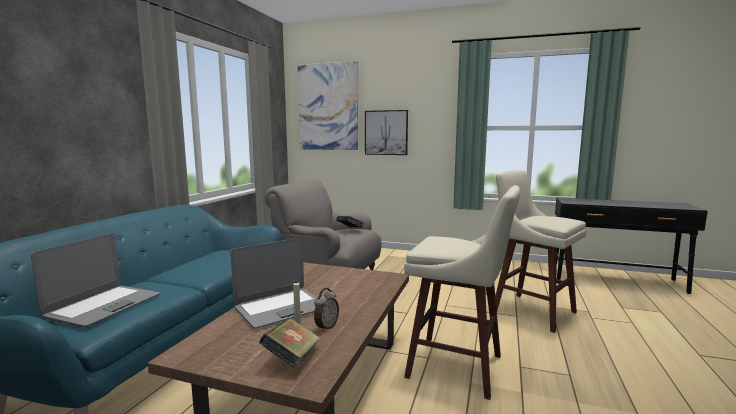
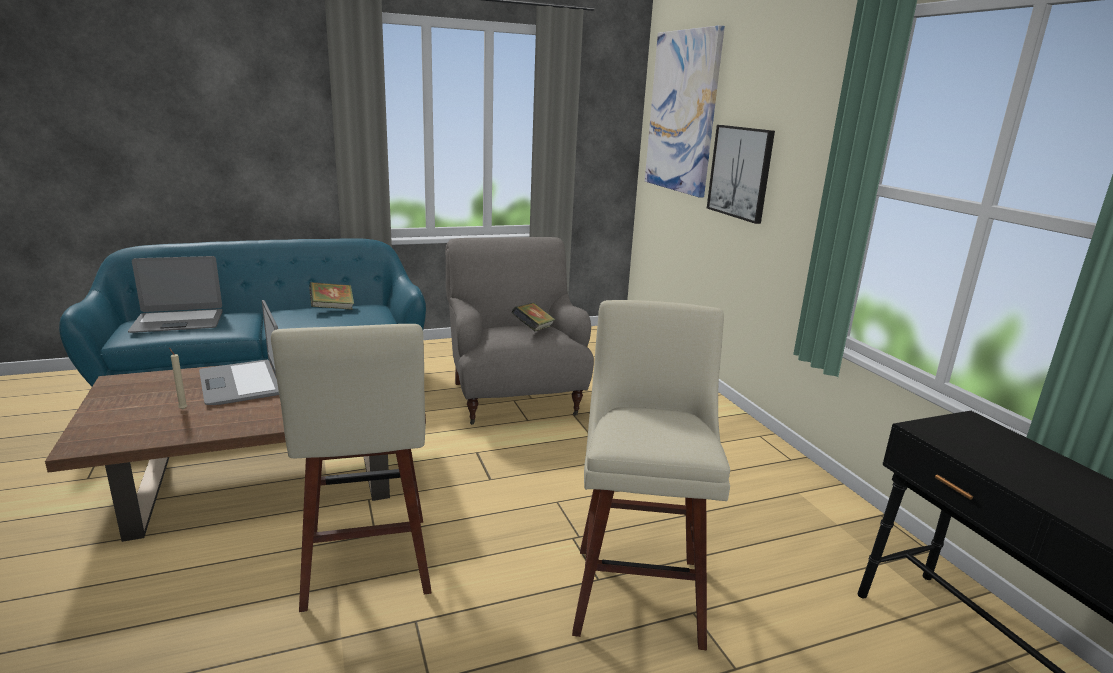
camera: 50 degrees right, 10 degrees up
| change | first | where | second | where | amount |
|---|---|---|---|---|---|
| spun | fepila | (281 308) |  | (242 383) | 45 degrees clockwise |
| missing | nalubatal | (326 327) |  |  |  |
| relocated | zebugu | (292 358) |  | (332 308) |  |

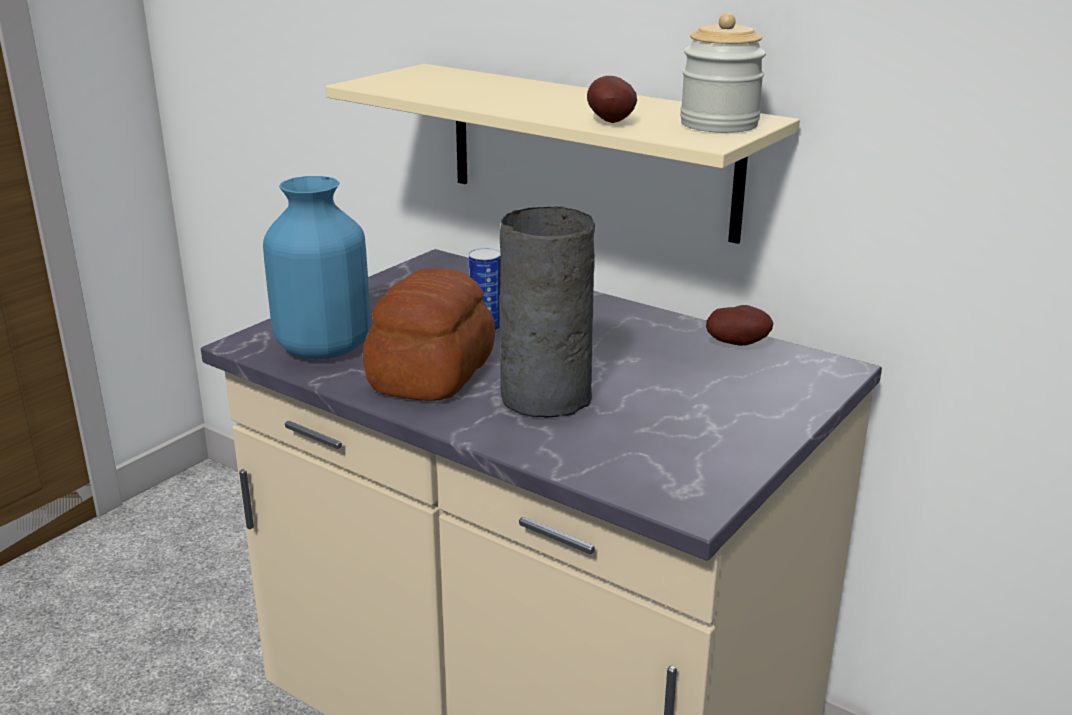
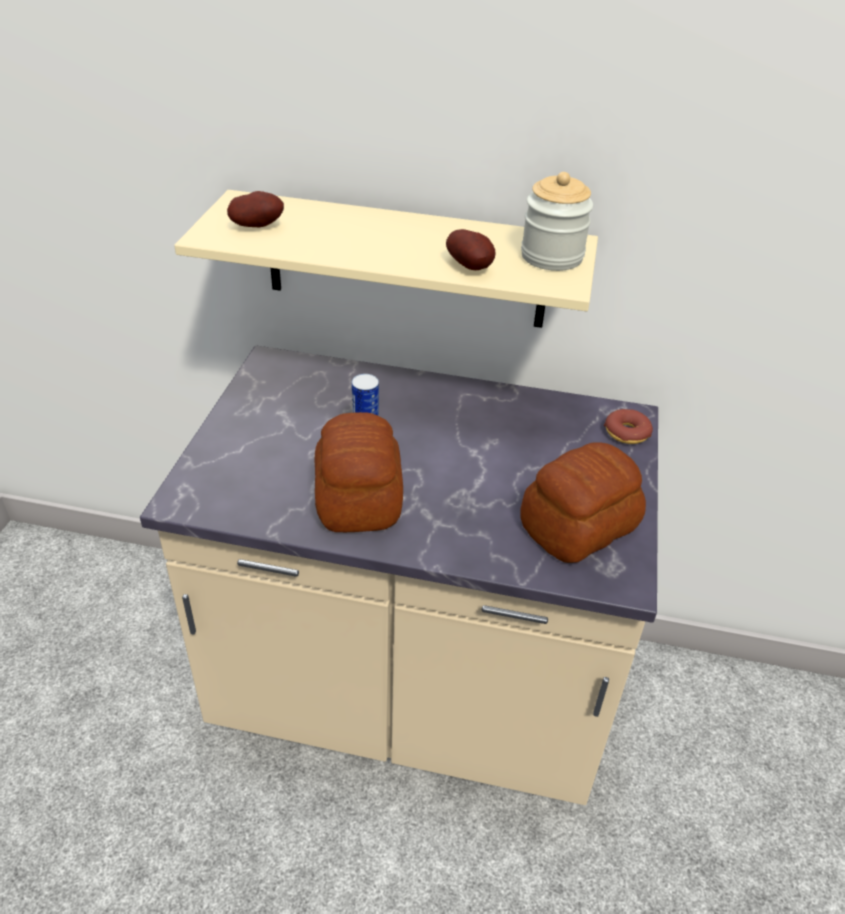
camera: 25 degrees left, 15 degrees up
| change | first | where | second | where | amount |
|---|---|---|---|---|---|
| missing | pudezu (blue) | (324 349) |  |  |  |
| missing | pudezu (grey) | (544 396) |  |  |  |
| relocated | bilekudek | (738 344) |  | (258 226) |  |
| appeared |  |  | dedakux | (626 433) |  |
| appeared |  |  | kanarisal | (581 527) |  |

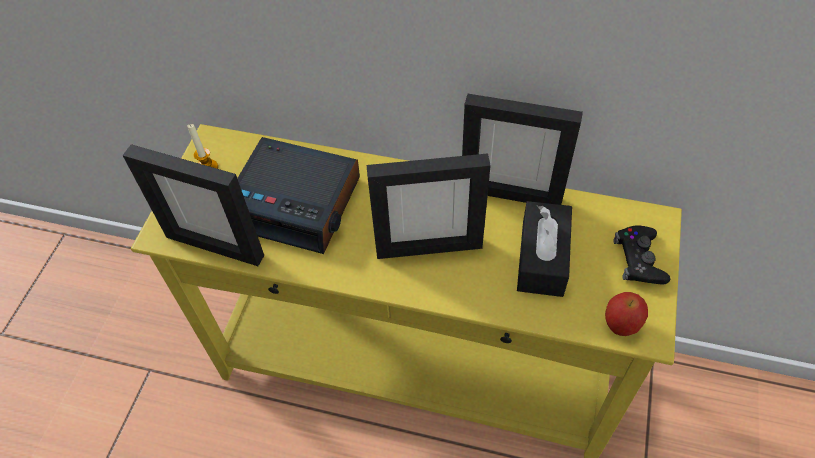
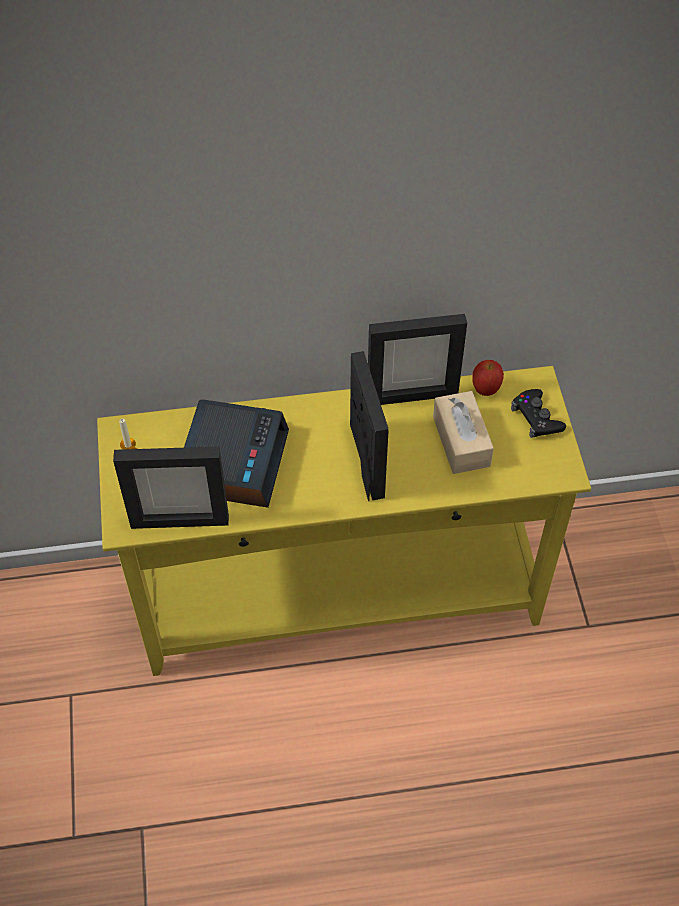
camera: 25 degrees left, 0 degrees up
| change | first | where | second | where | amount |
|---|---|---|---|---|---|
| spun | nalubatal | (297 202) |  | (232 461) | 75 degrees counterclockwise |
| spun | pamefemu | (428 246) |  | (364 461) | 75 degrees counterclockwise |
| colour | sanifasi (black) | (542 258) | sanifasi (beige) | (461 441) |  |
| relocated | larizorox | (620 326) |  | (485 390) |  |

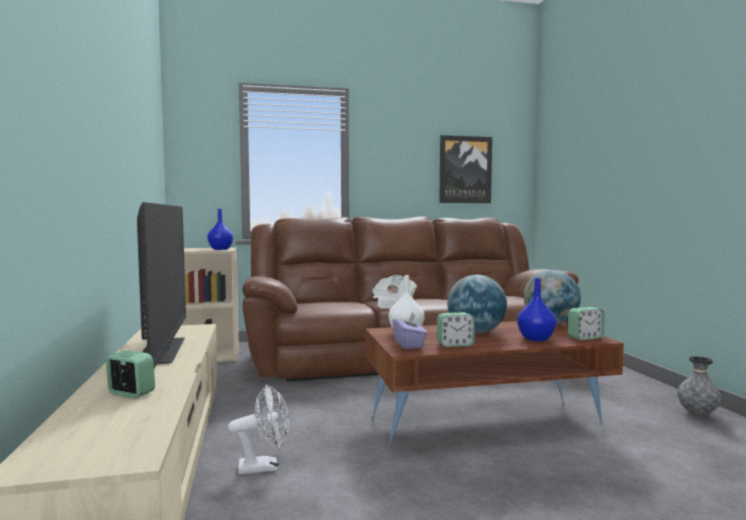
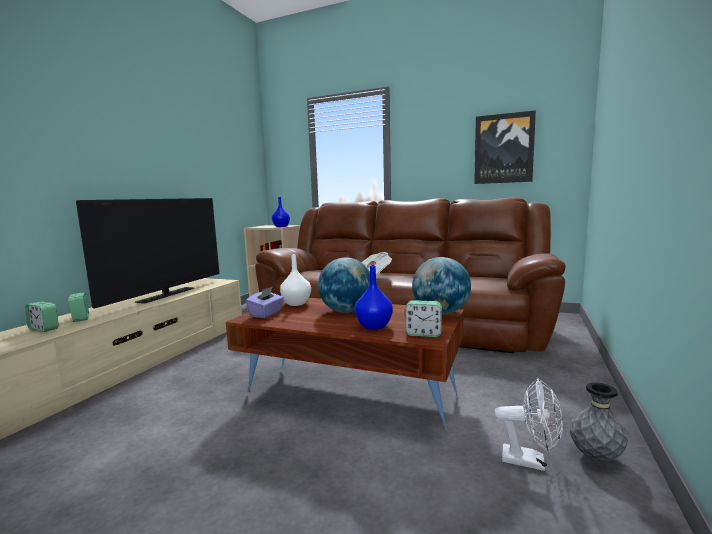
camera: 35 degrees right, 5 degrees up
| change | first | where | second | where | amount |
|---|---|---|---|---|---|
| relocated | nalubatal | (455 344) |  | (44 329) |  |
| relocated | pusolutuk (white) | (265 467) |  | (530 461) |  |

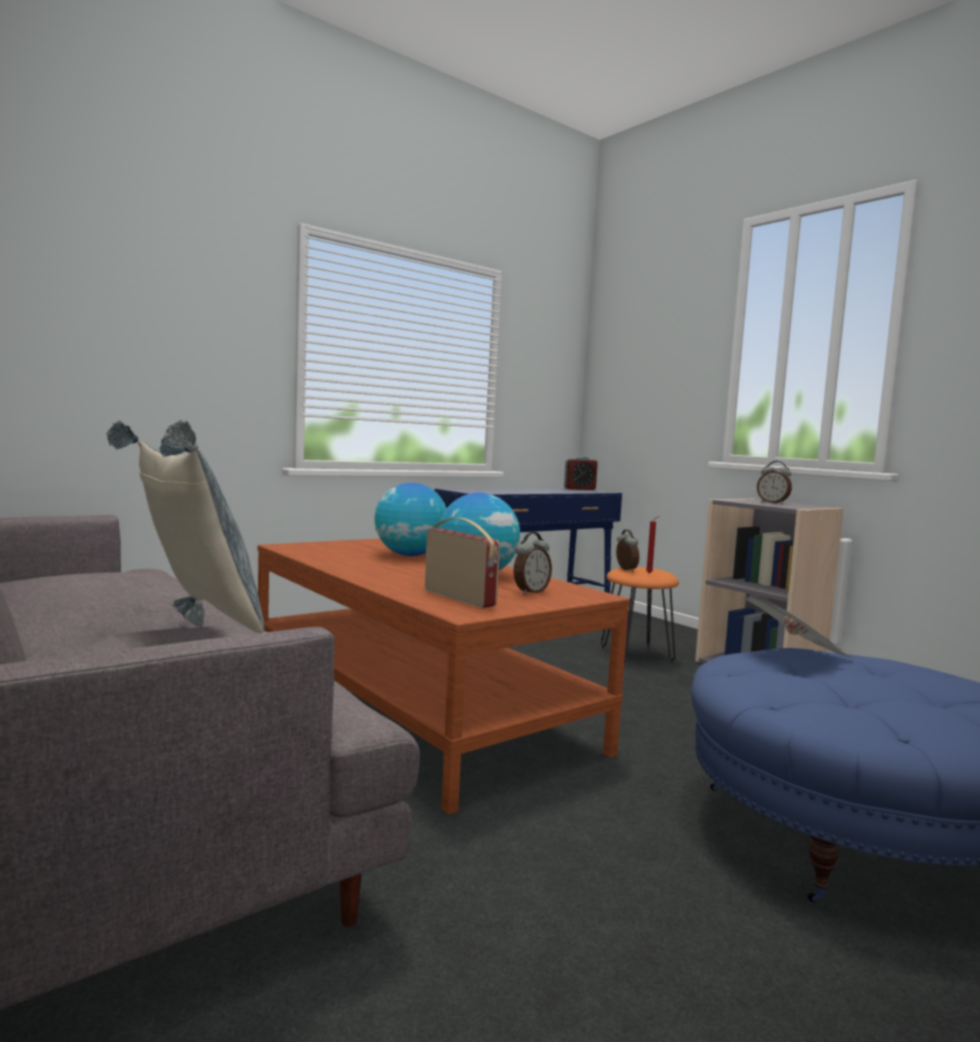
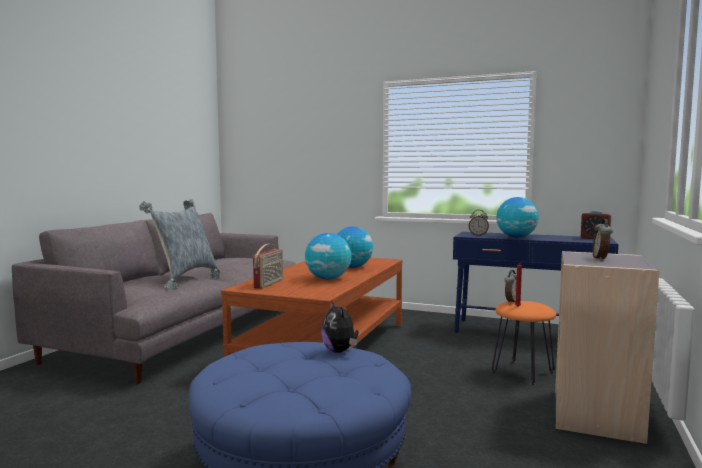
camera: 60 degrees right, 0 degrees up
| change | first | where | second | where | amount |
|---|---|---|---|---|---|
| relocated | nalubatal | (530 592) |  | (478 235) |  |
| exchanged | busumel | (795 654) | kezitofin | (340 351) |  |
| appeared |  |  | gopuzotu | (516 237) |  |

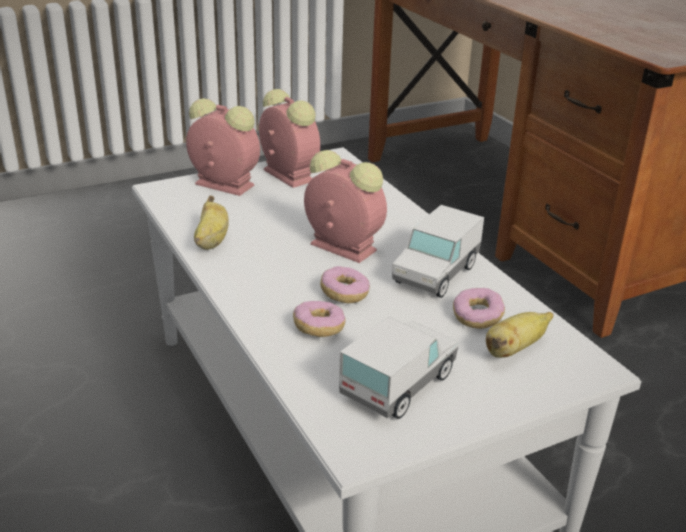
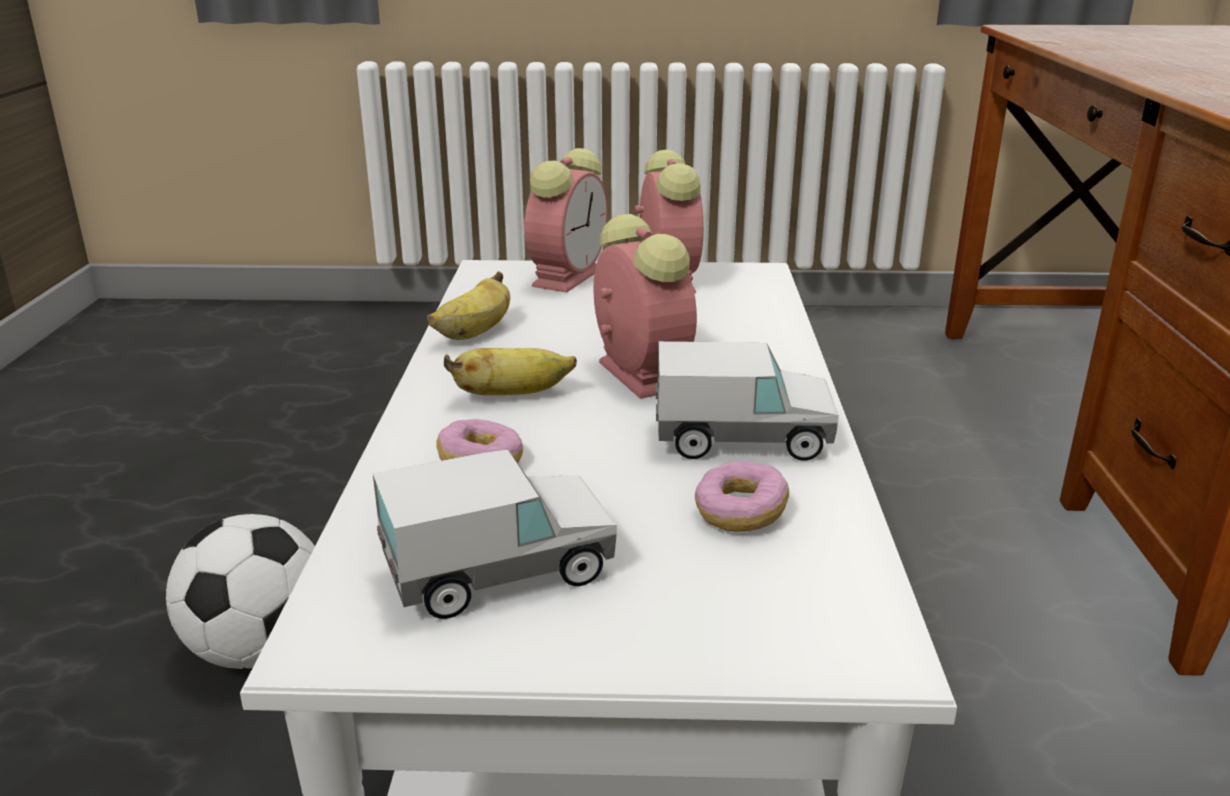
camera: 30 degrees right, 5 degrees down
| change | first | where | second | where | amount |
|---|---|---|---|---|---|
| spun | nalubatal | (222 184) |  | (568 276) | 60 degrees clockwise |
| spun | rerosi | (436 274) |  | (741 439) | 150 degrees counterclockwise |
| missing | dedakux | (344 294) |  |  |  |
| relocated | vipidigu | (514 349) |  | (512 395) |  |
| appeared |  |  | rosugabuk | (259 649) |  |

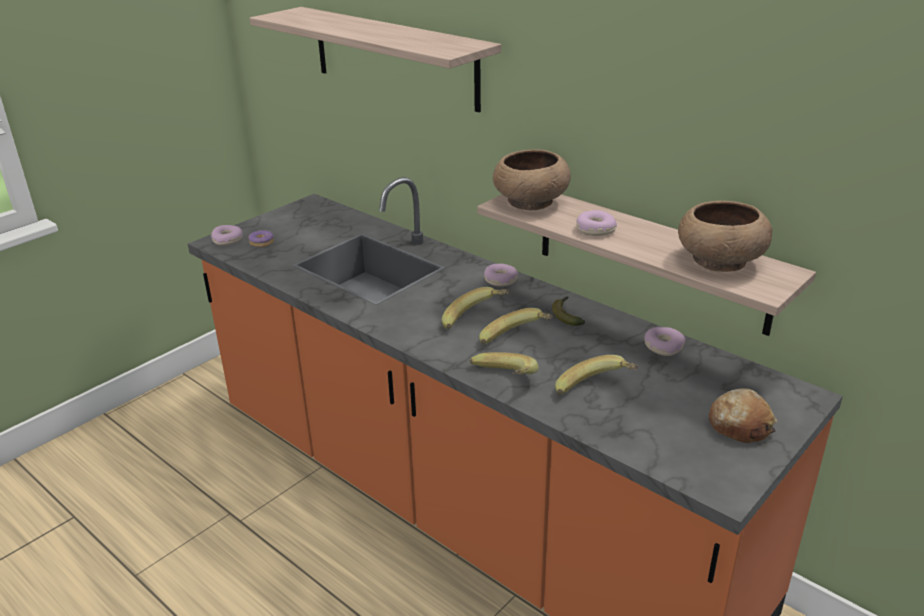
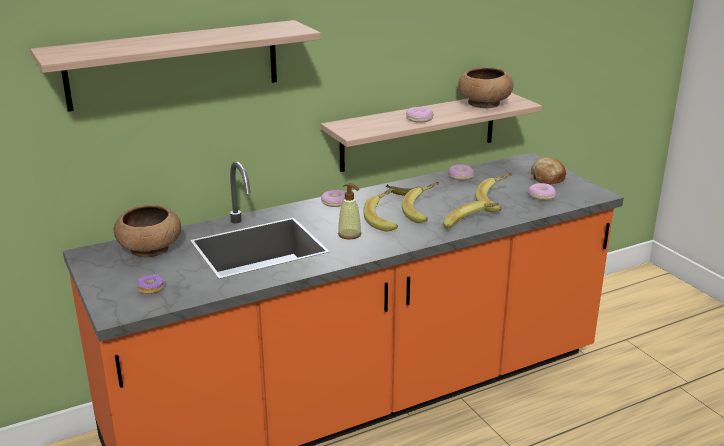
camera: 70 degrees left, 5 degrees down
| change | first | where | second | where | amount |
|---|---|---|---|---|---|
| relocated | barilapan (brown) | (530 202) |  | (150 249) |  |
| relocated | dedakux | (227 240) |  | (541 196) |  |
| appeared |  |  | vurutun | (349 234) |  |

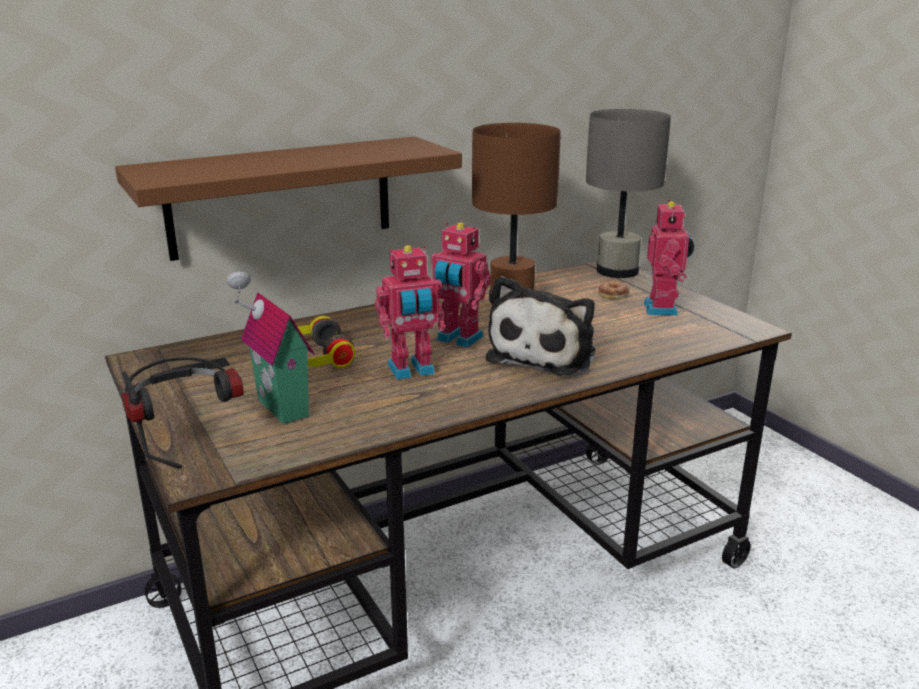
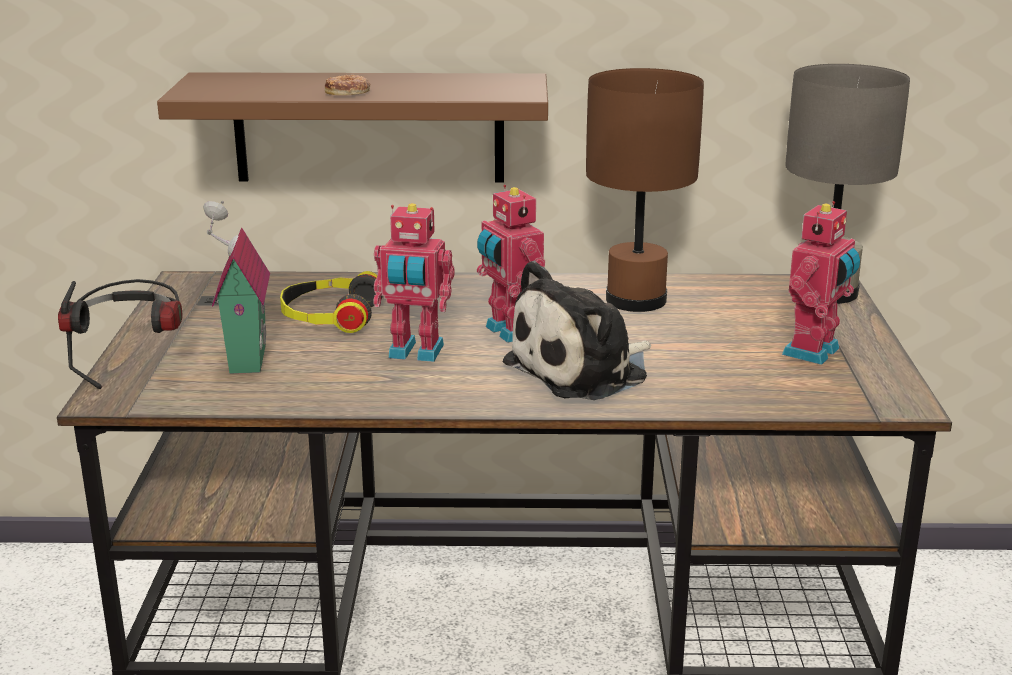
camera: 30 degrees right, 0 degrees up
| change | first | where | second | where | amount |
|---|---|---|---|---|---|
| relocated | dedakux | (613 294) |  | (348 92) |  |

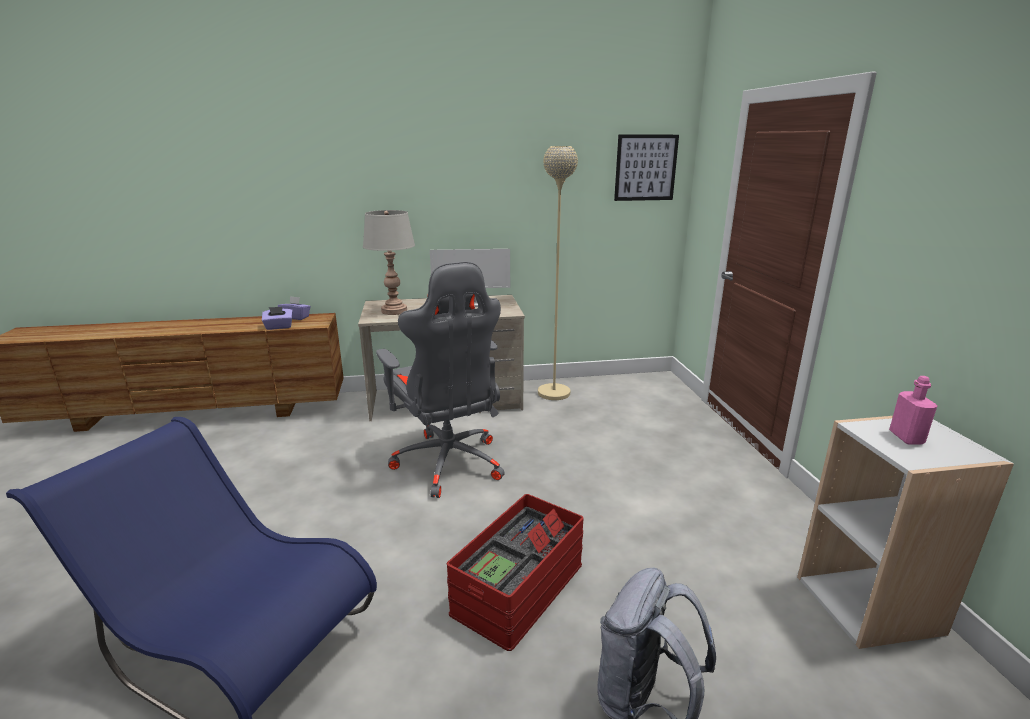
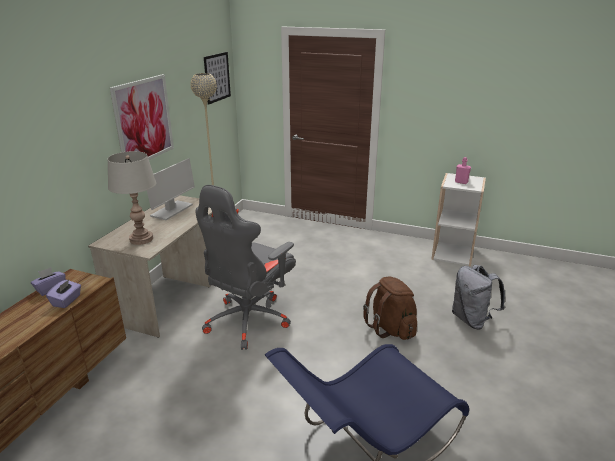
camera: 60 degrees left, 5 degrees up
| change | first | where | second | where | amount |
|---|---|---|---|---|---|
| spun | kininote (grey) | (445 458) |  | (252 317) | 120 degrees clockwise |
| exchanged | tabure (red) | (517 587) | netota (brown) | (391 328) |  |
| appeared |  |  | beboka | (144 121) |  |

